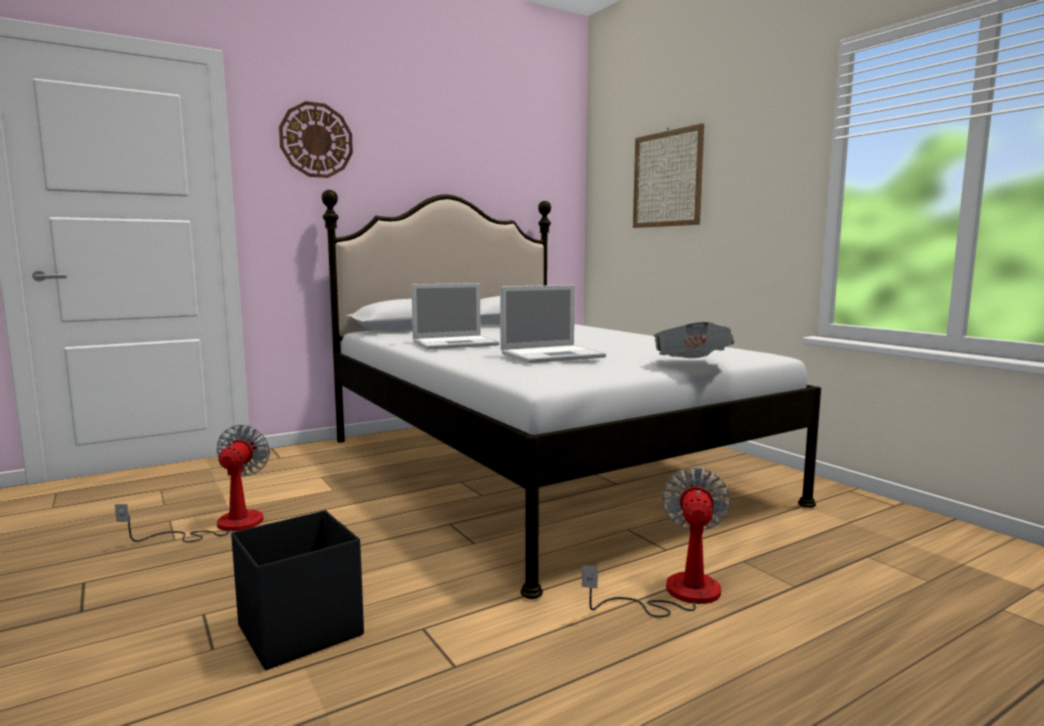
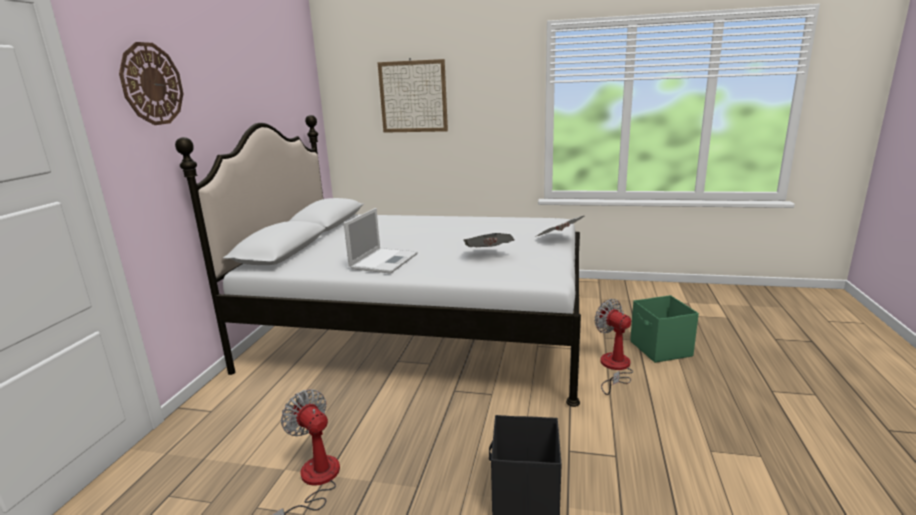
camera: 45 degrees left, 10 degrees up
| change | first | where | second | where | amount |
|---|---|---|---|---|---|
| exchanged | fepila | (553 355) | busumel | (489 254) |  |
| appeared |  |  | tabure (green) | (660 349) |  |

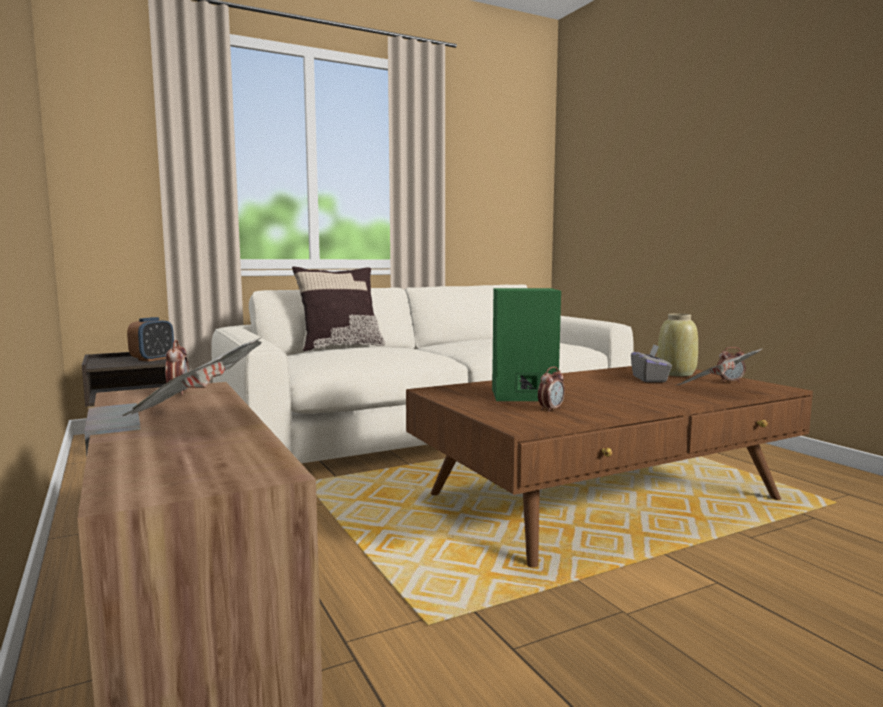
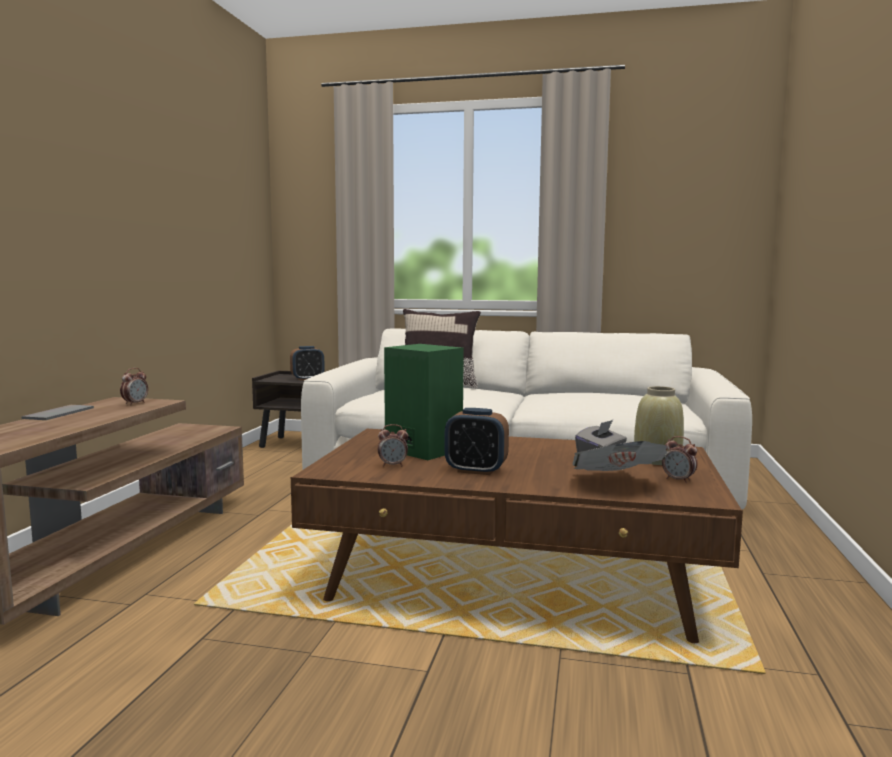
camera: 40 degrees right, 0 degrees up
| change | first | where | second | where | amount |
|---|---|---|---|---|---|
| missing | busumel | (196 414) |  |  |  |
| appeared |  |  | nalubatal | (476 470) |  |

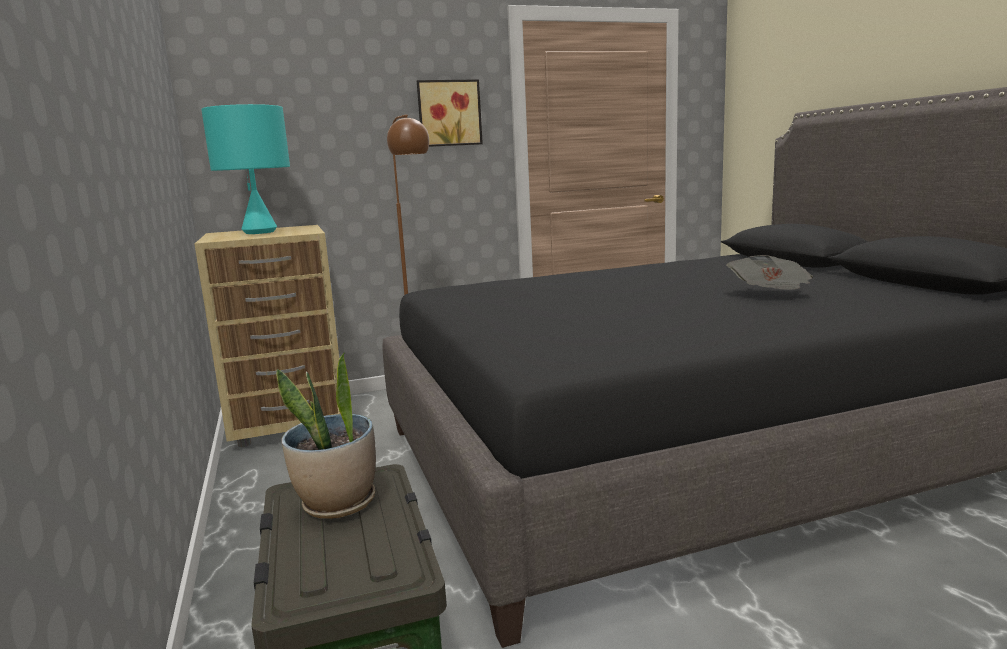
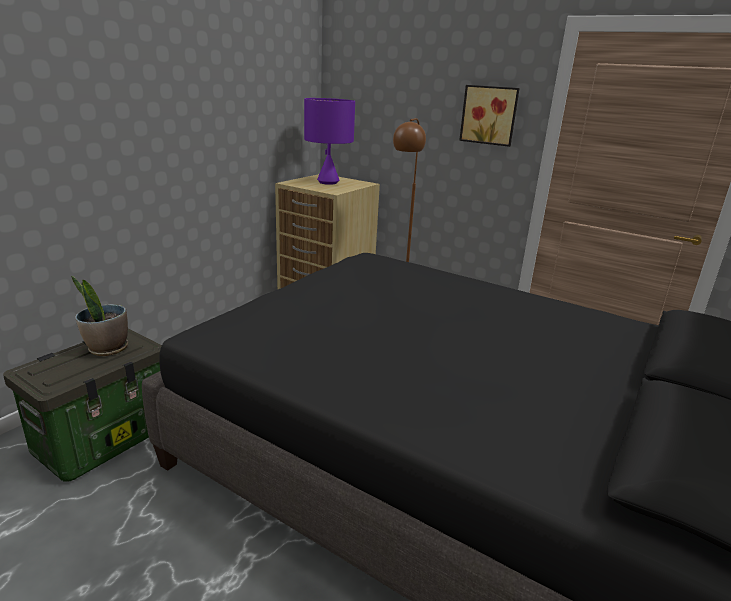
camera: 50 degrees right, 10 degrees up
| change | first | where | second | where | amount |
|---|---|---|---|---|---|
| colour | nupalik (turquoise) | (260 232) | nupalik (purple) | (328 182) |  |
| missing | busumel | (770 296) |  |  |  |

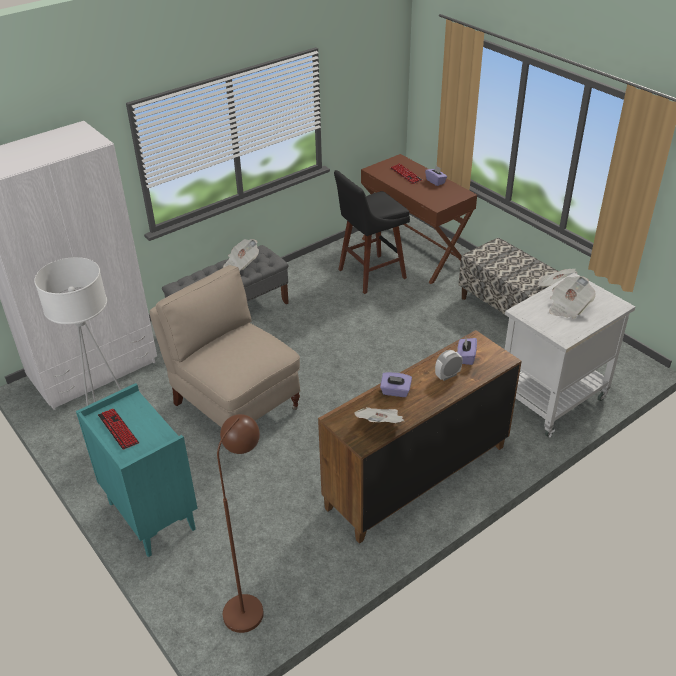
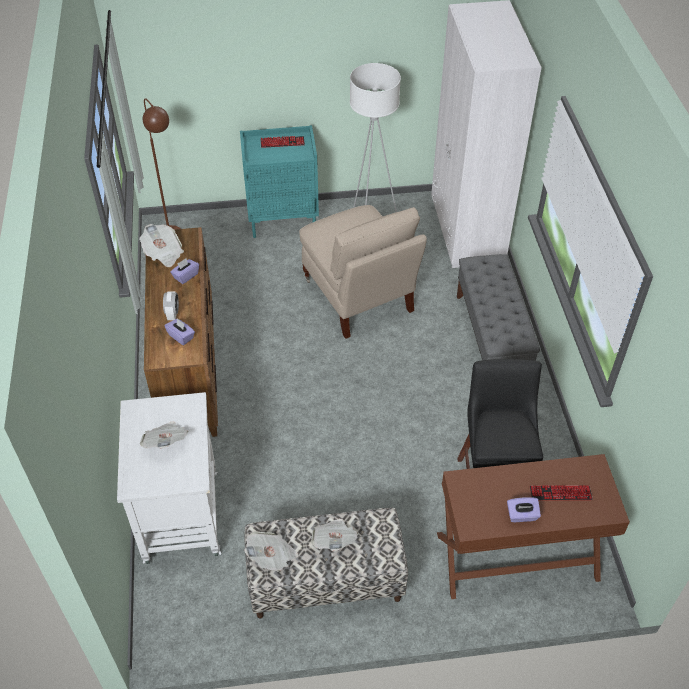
camera: 120 degrees right, 10 degrees up
| change | first | where | second | where | amount |
|---|---|---|---|---|---|
| relocated | busumel | (241 264) |  | (334 541) |  |
| spun | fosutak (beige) | (235 405) |  | (359 297) | 75 degrees clockwise |

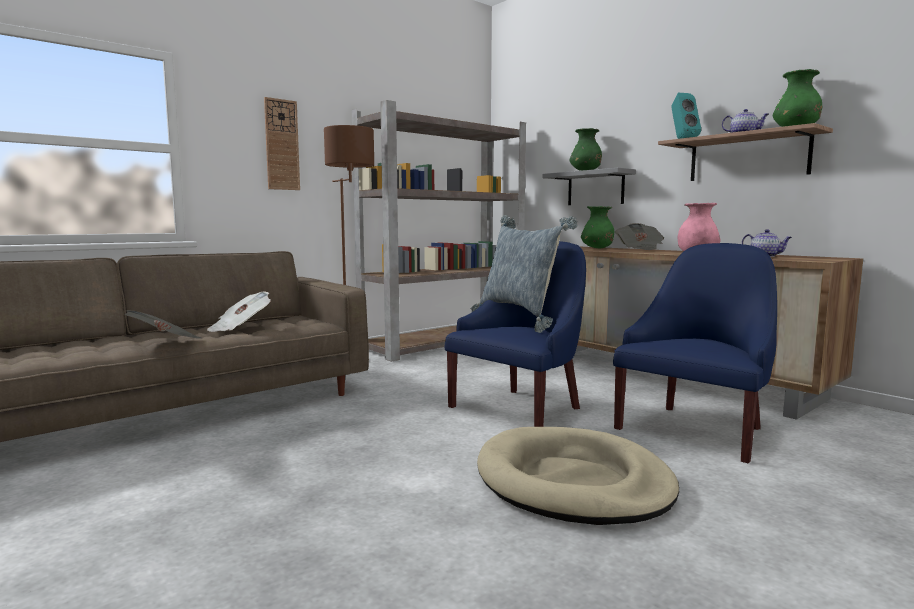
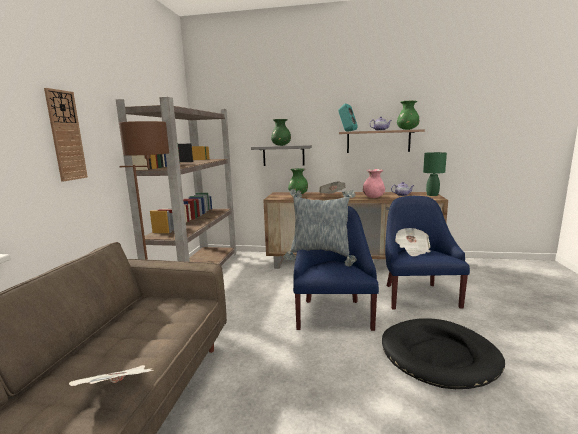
camera: 40 degrees left, 5 degrees up
| change | first | where | second | where | amount |
|---|---|---|---|---|---|
| relocated | busumel | (240 328) |  | (412 250) |  |
| colour | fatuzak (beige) | (573 482) | fatuzak (black) | (439 356) |  |
| appeared |  |  | nupalik (green) | (432 195) |  |

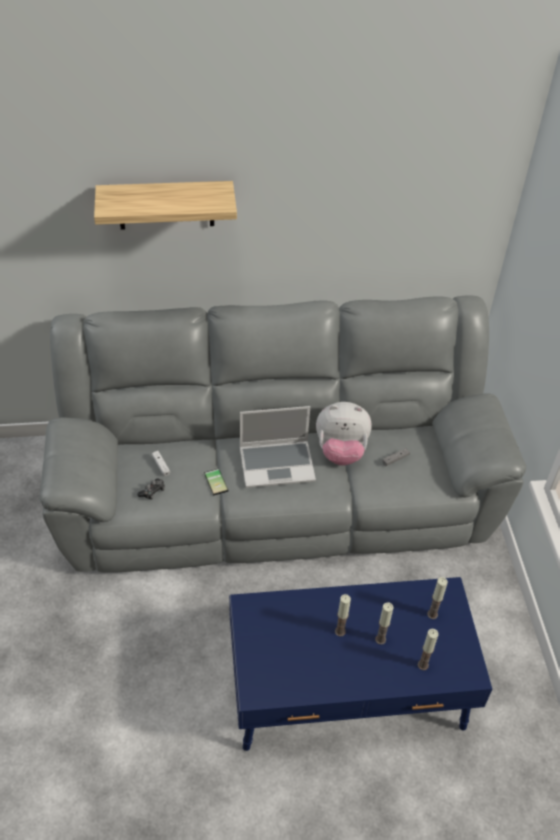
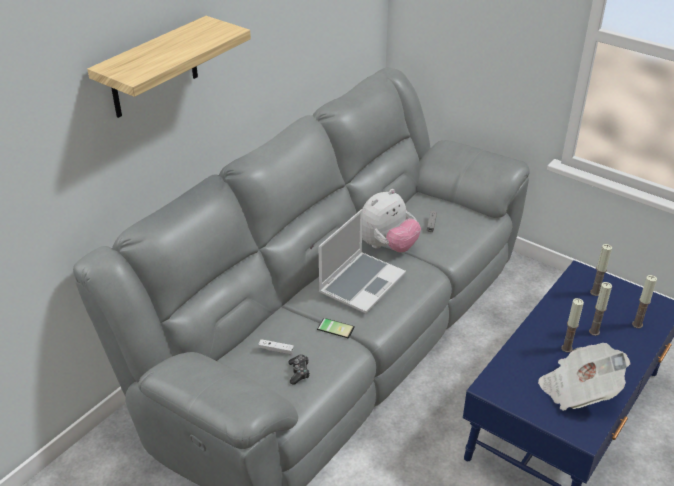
camera: 45 degrees left, 10 degrees down
| change | first | where | second | where | amount |
|---|---|---|---|---|---|
| appeared |  |  | busumel | (578 390) |  |

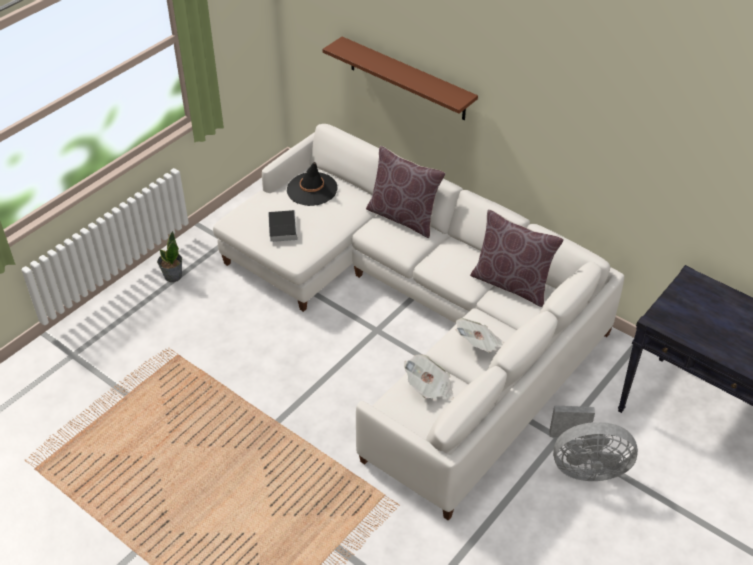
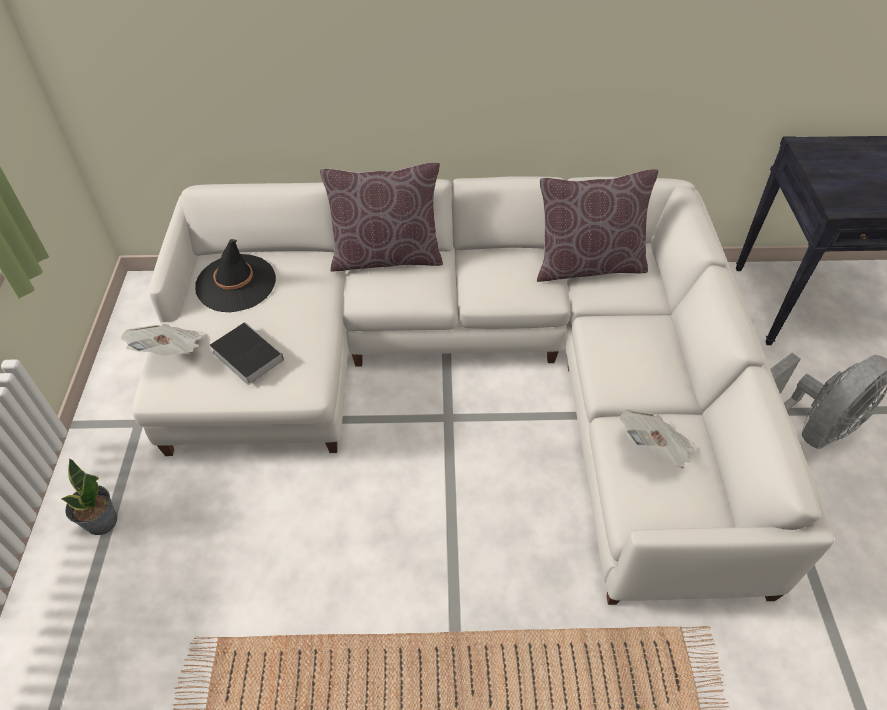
camera: 40 degrees left, 5 degrees up
| change | first | where | second | where | amount |
|---|---|---|---|---|---|
| missing | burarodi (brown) | (407 79) |  |  |  |
| relocated | busumel | (479 344) |  | (171 351) |  |

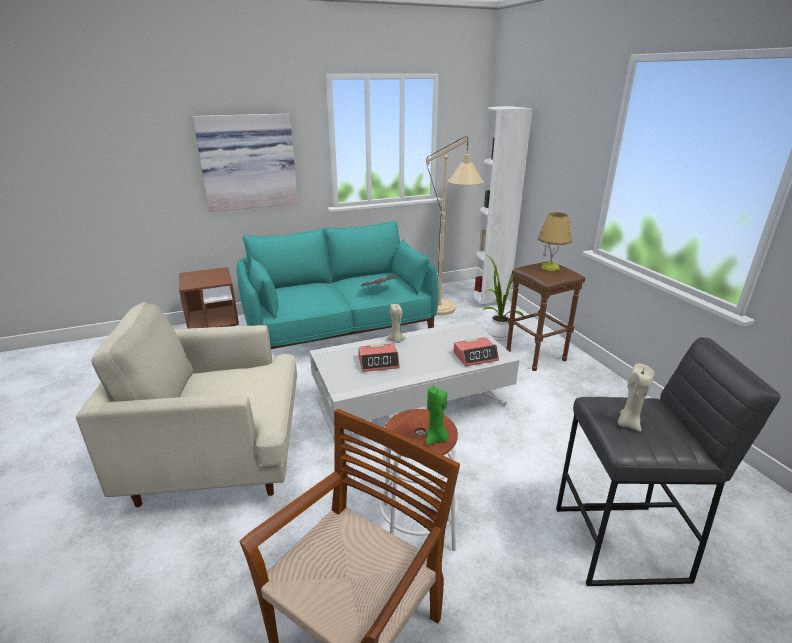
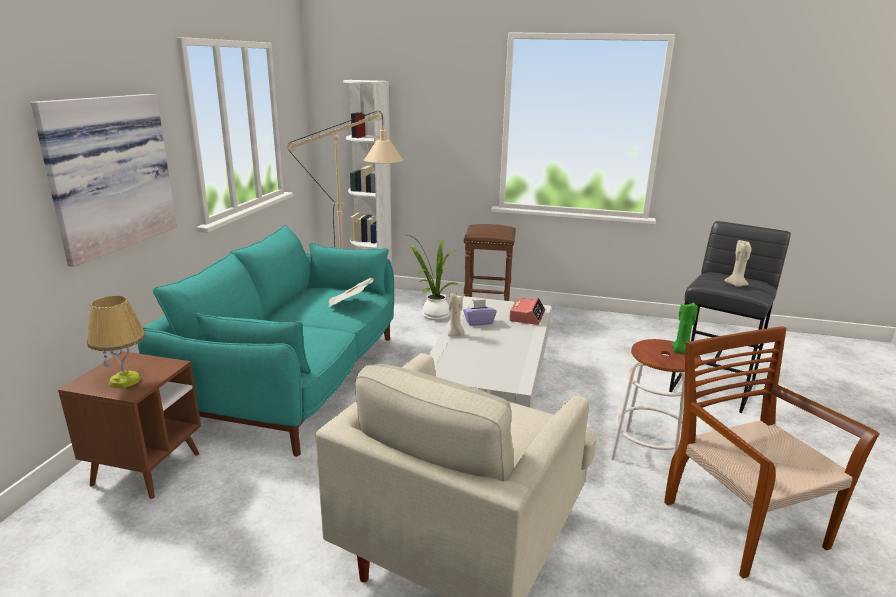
camera: 55 degrees left, 5 degrees down
| change | first | where | second | where | amount |
|---|---|---|---|---|---|
| relocated | nupalik | (550 267) |  | (125 380) |  |
| missing | nalubatal | (378 362) |  |  |  |
| appeared |  |  | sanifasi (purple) | (479 322) |  |

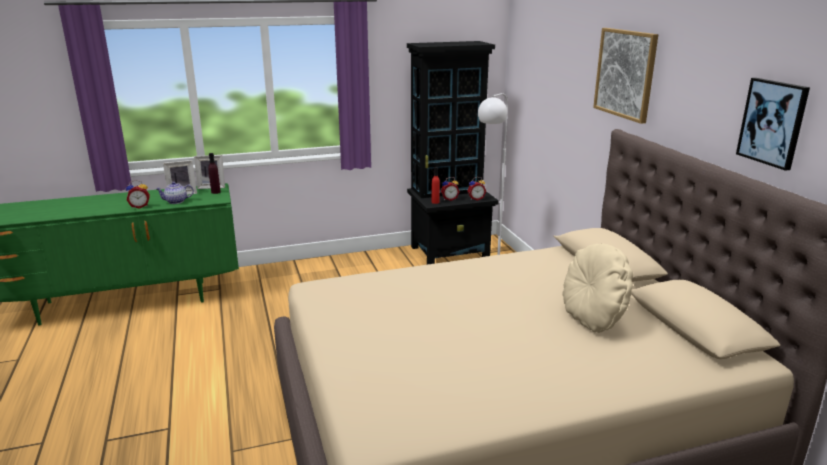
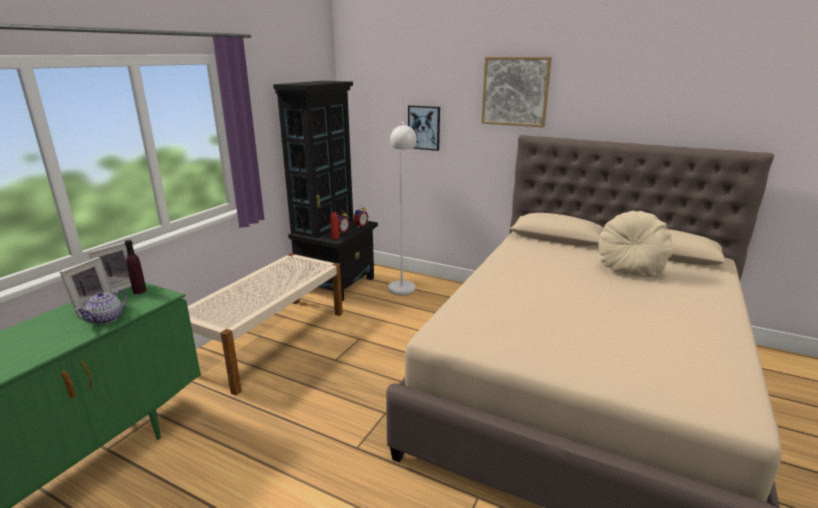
camera: 45 degrees left, 0 degrees up
| change | first | where | second | where | amount |
|---|---|---|---|---|---|
| relocated | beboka | (773 122) |  | (424 127) |  |
| missing | nalubatal | (140 206) |  |  |  |
| appeared |  |  | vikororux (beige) | (269 340) |  |

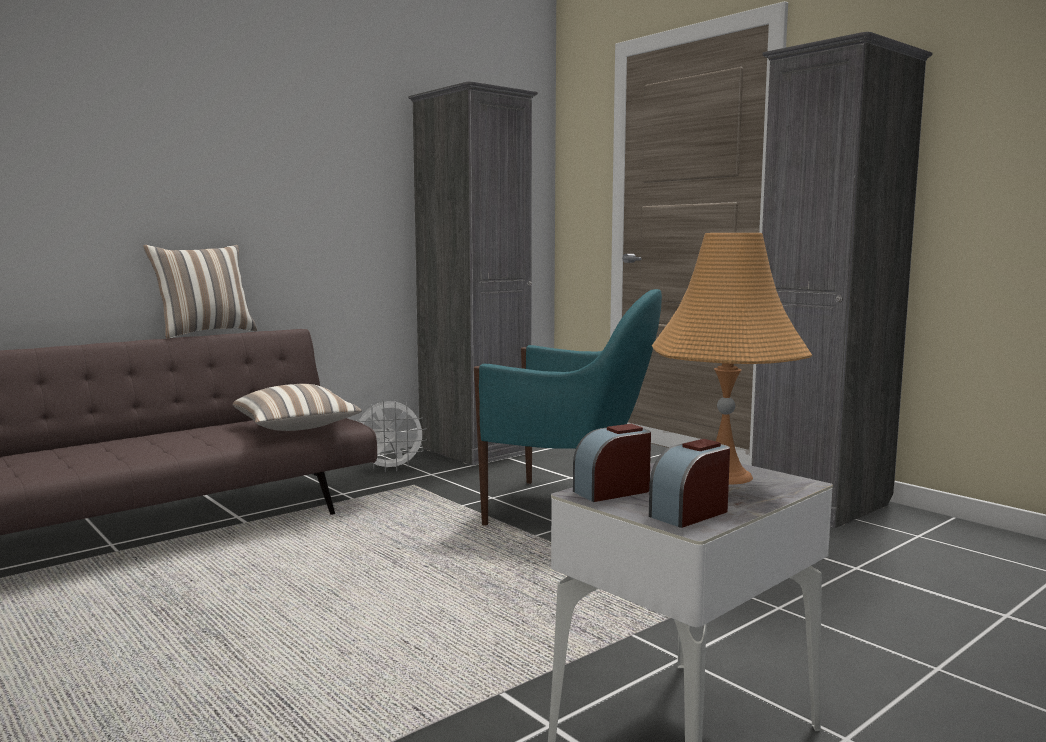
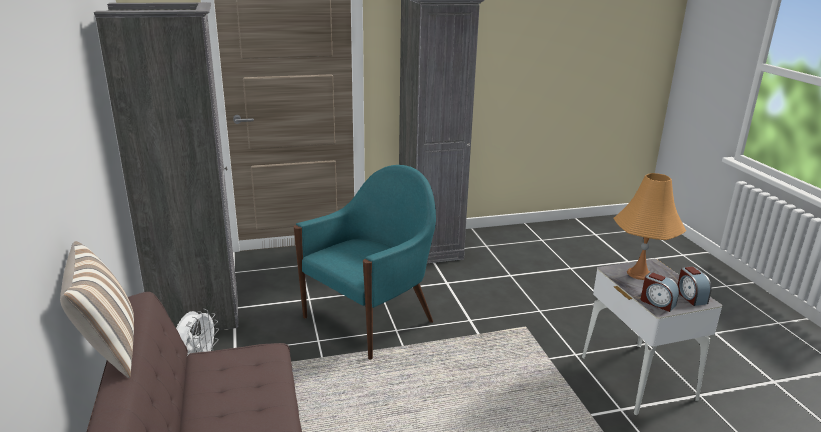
camera: 65 degrees left, 15 degrees up
| change | first | where | second | where | amount |
|---|---|---|---|---|---|
| missing | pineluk | (297 428) |  |  |  |
| spun | nalubatal | (612 491) |  | (657 303) | 45 degrees counterclockwise |

